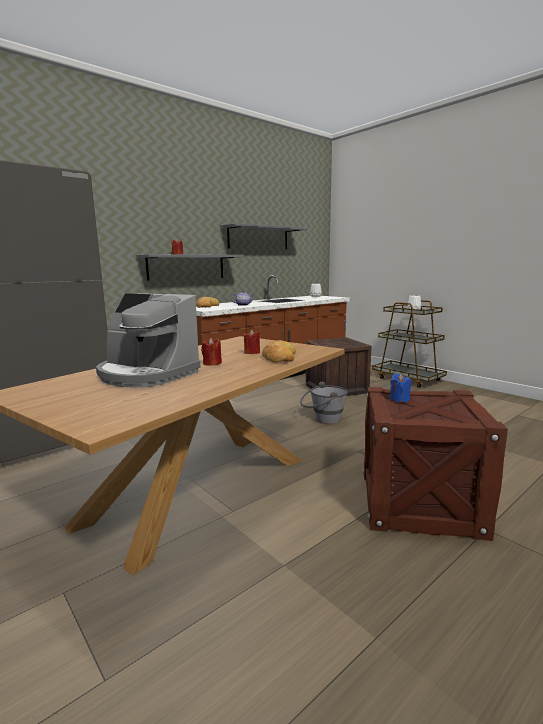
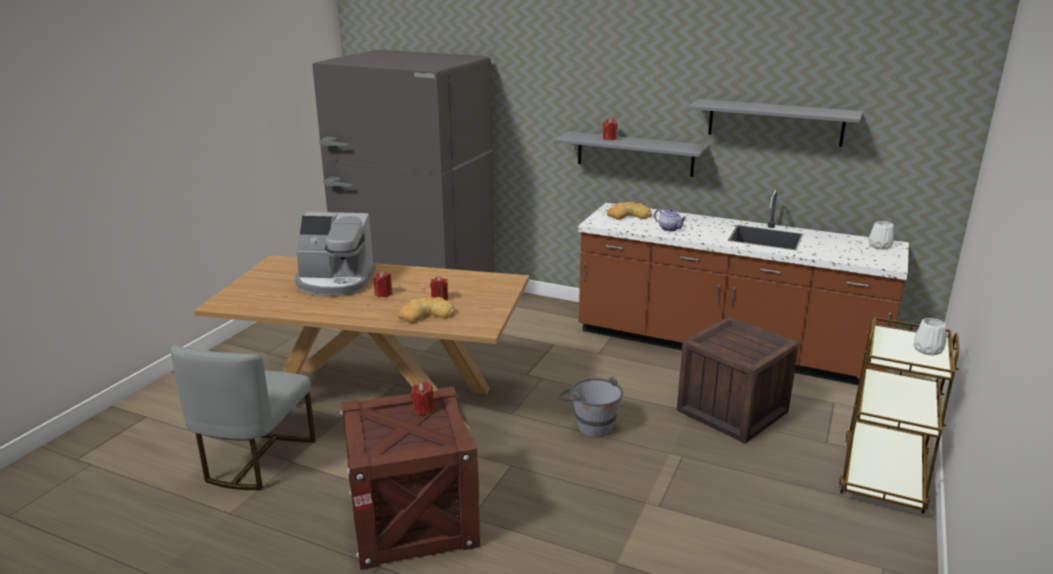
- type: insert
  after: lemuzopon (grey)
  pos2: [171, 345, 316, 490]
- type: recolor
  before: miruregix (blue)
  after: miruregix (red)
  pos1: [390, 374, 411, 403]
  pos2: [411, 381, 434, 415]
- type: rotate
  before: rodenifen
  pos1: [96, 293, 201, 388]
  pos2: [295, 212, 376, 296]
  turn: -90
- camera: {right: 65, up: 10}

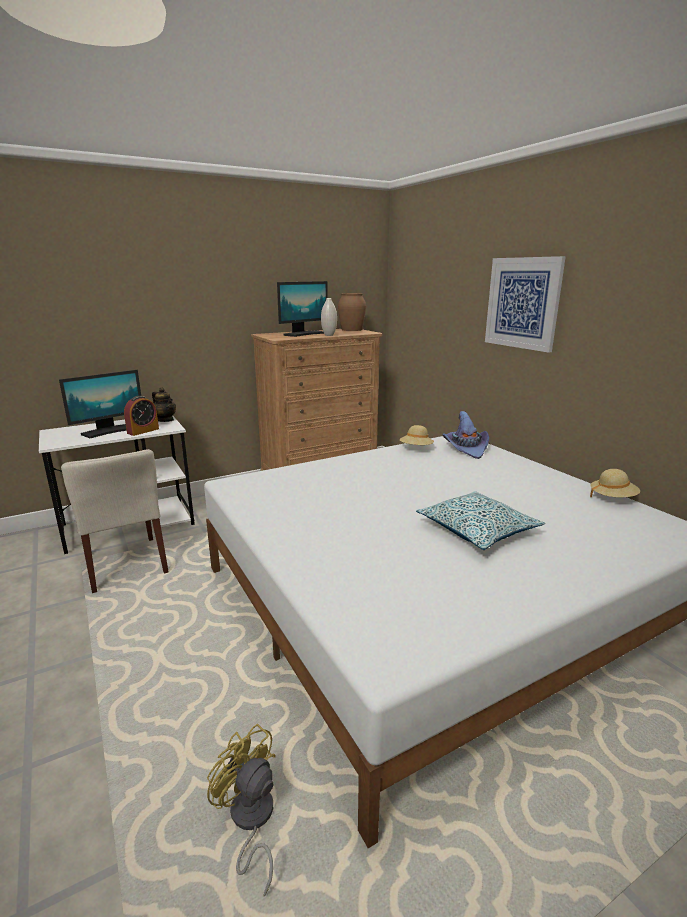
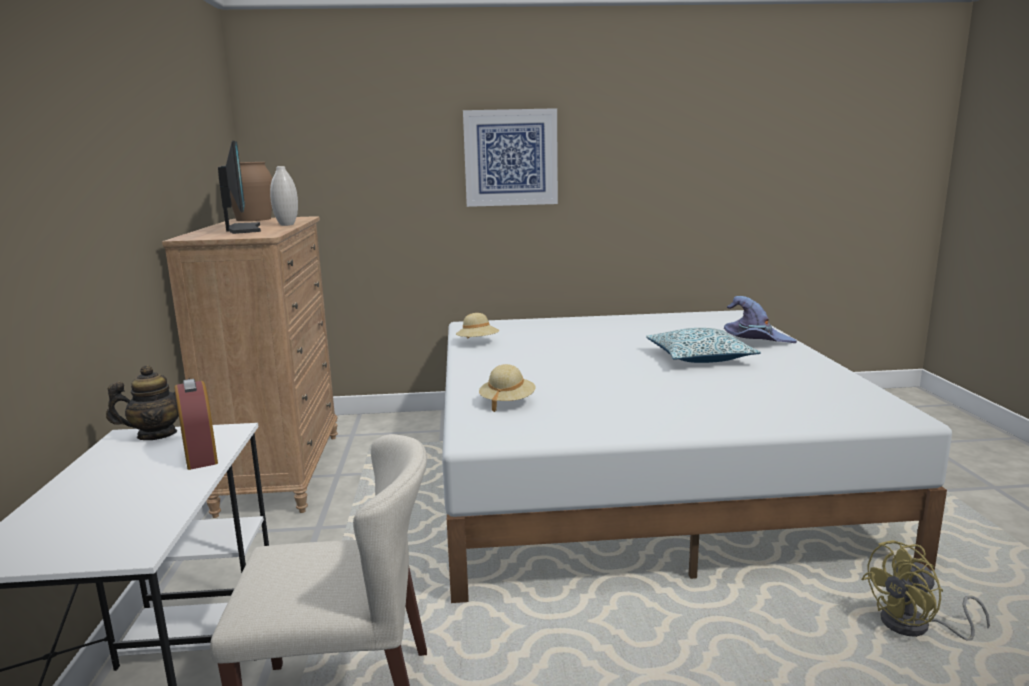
- type: delete
  before: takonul
  pos1: [59, 370, 141, 438]
- type: move
  before: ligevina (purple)
  pos1: [442, 411, 489, 459]
  pos2: [724, 296, 797, 343]
- type: move
  before: ligevina (beige)
  pos1: [590, 469, 640, 497]
  pos2: [479, 364, 536, 412]
- camera: {right: -65, up: -5}

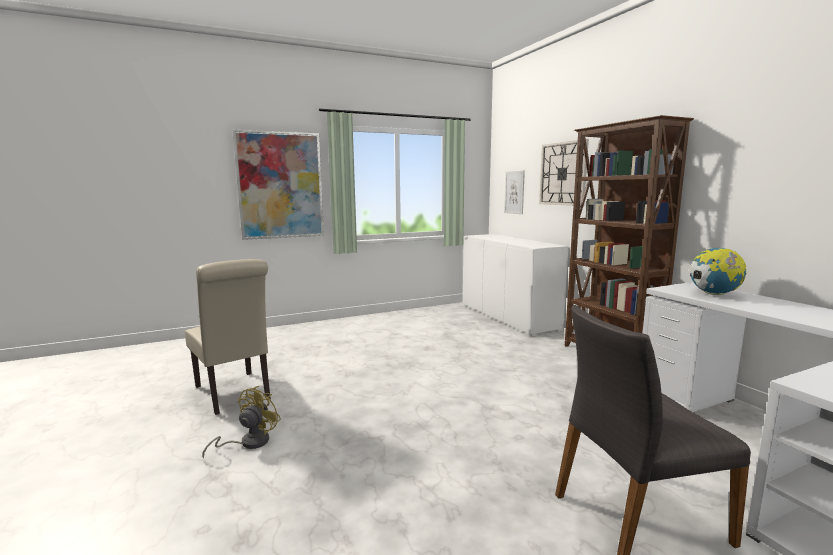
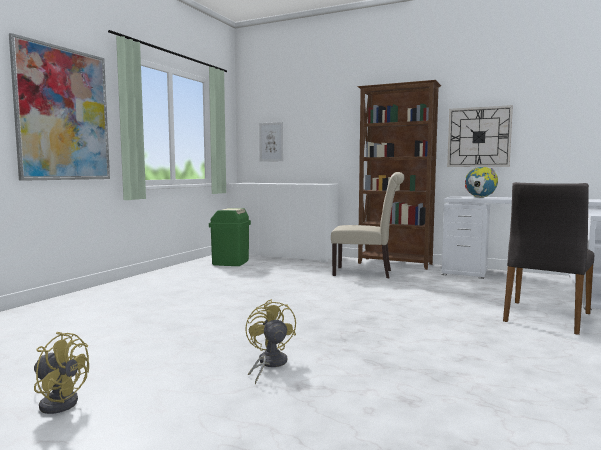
- type: insert
  after: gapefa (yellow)
  pos2: [34, 332, 89, 414]
- type: insert
  after: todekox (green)
  pos2: [209, 208, 251, 266]
- type: move
  before: lemuzopon (beige)
  pos1: [185, 259, 271, 415]
  pos2: [331, 172, 405, 278]
- type: move
  before: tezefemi
  pos1: [539, 139, 589, 206]
  pos2: [447, 105, 513, 167]
- camera: {right: -40, up: -5}

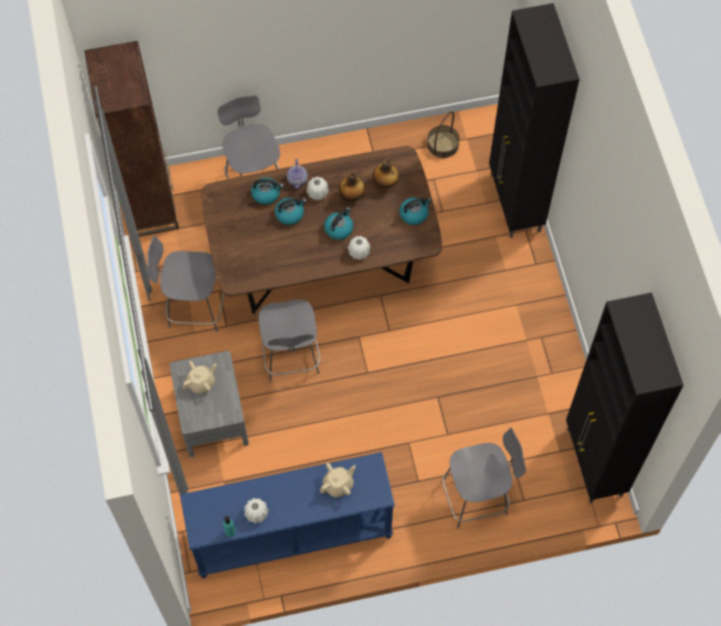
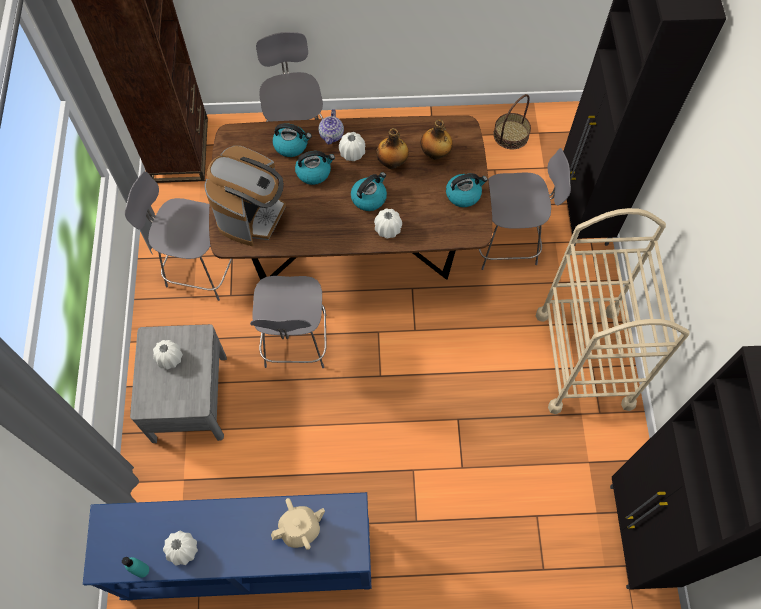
- type: insert
  after: rodenifen
  pos2: [204, 146, 286, 246]
- type: insert
  after: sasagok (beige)
  pos2: [536, 208, 690, 414]
- type: move
  before: lemuzopon (grey)
  pos1: [442, 428, 526, 528]
  pos2: [479, 148, 571, 270]
- type: replace
  before: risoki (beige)
  after: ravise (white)
  pos1: [183, 361, 217, 394]
  pos2: [153, 340, 183, 370]
- camera: {right: 10, up: 0}

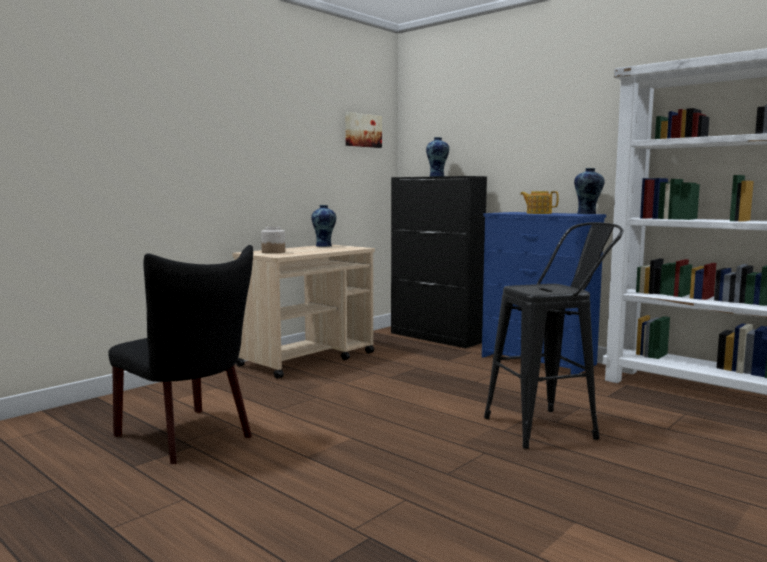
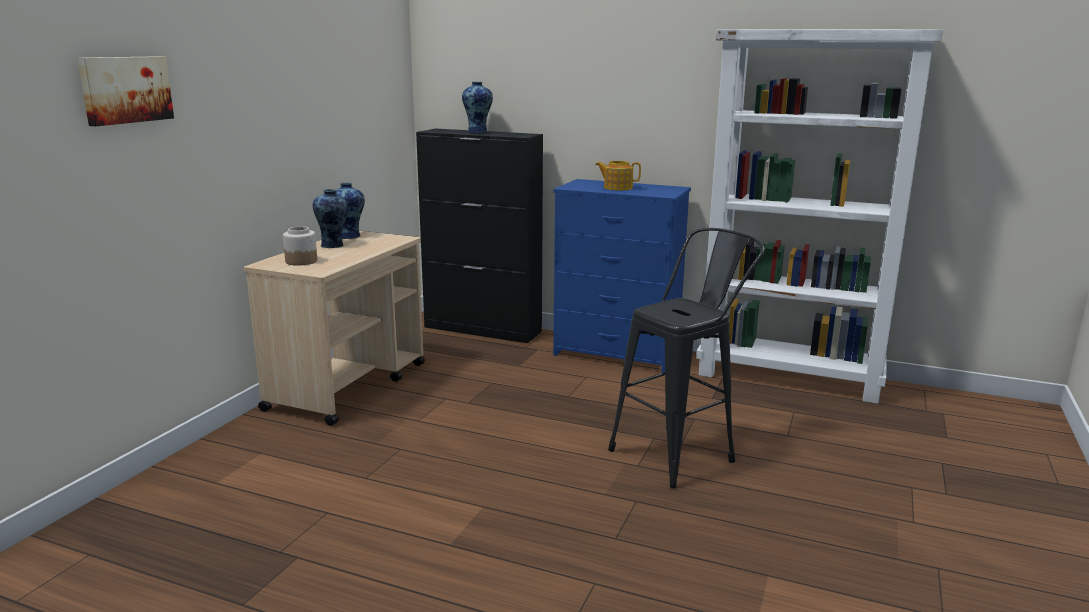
- type: delete
  before: lemuzopon (black)
  pos1: [108, 245, 253, 464]
- type: move
  before: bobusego
  pos1: [345, 112, 382, 148]
  pos2: [77, 56, 174, 126]
- type: move
  before: ravise
  pos1: [574, 168, 605, 214]
  pos2: [313, 189, 348, 248]
- camera: {right: -20, up: 10}

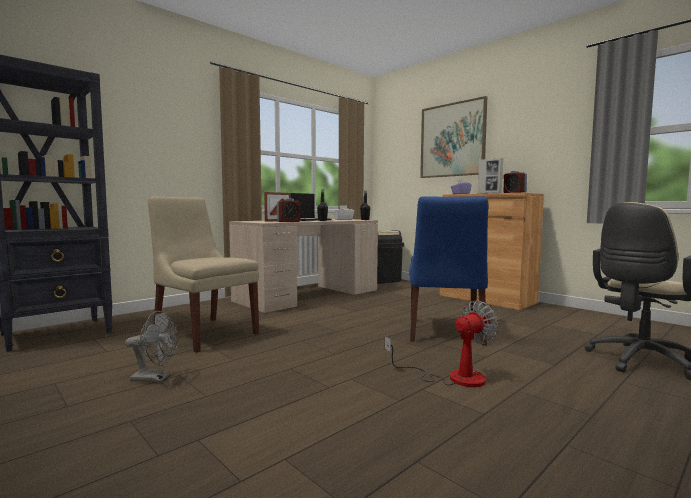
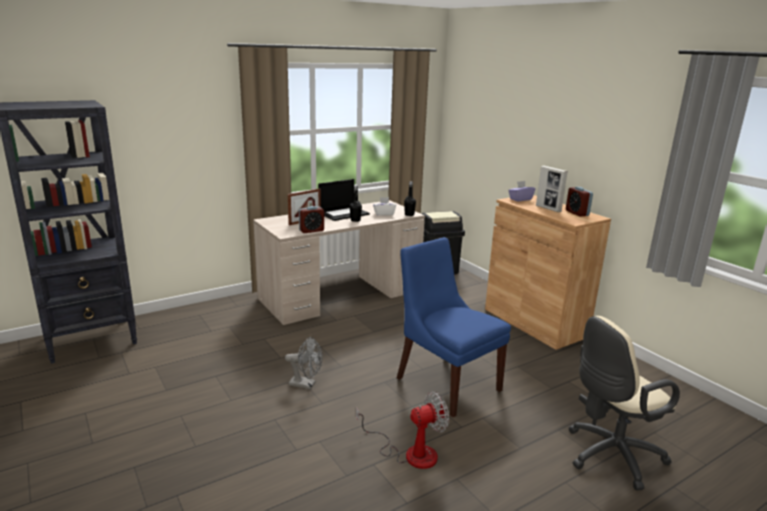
- type: delete
  before: lemuzopon (beige)
  pos1: [148, 196, 259, 353]
- type: delete
  before: bobusego
  pos1: [420, 96, 487, 178]
- type: move
  before: gapefa (grey)
  pos1: [125, 311, 178, 382]
  pos2: [285, 337, 322, 389]
- type: rotate
  before: lemuzopon (blue)
  pos1: [409, 196, 488, 346]
  pos2: [397, 237, 511, 417]
  turn: 120
- camera: {right: 10, up: 15}

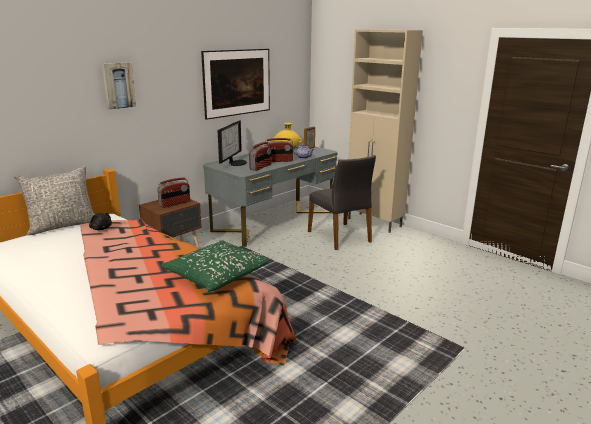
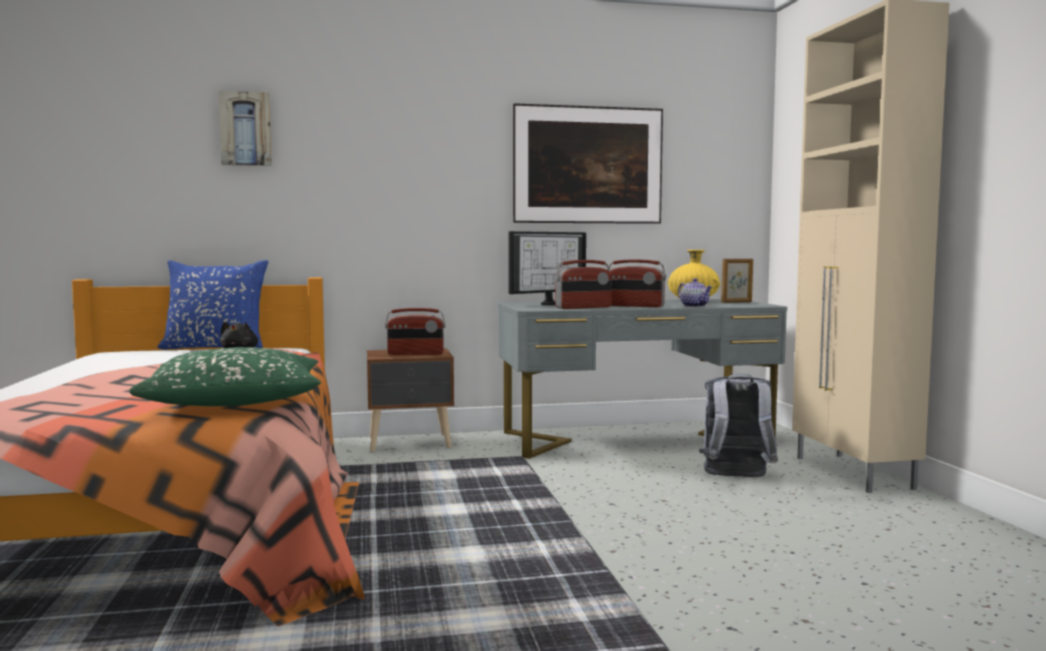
- type: move
  before: bobusego
  pos1: [102, 62, 136, 110]
  pos2: [218, 91, 272, 166]
- type: replace
  before: lemuzopon (grey)
  after: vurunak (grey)
  pos1: [308, 155, 376, 250]
  pos2: [699, 374, 778, 477]
- type: recolor
  before: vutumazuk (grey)
  after: vutumazuk (blue)
  pos1: [14, 166, 95, 235]
  pos2: [157, 260, 268, 350]
- camera: {right: 35, up: -15}

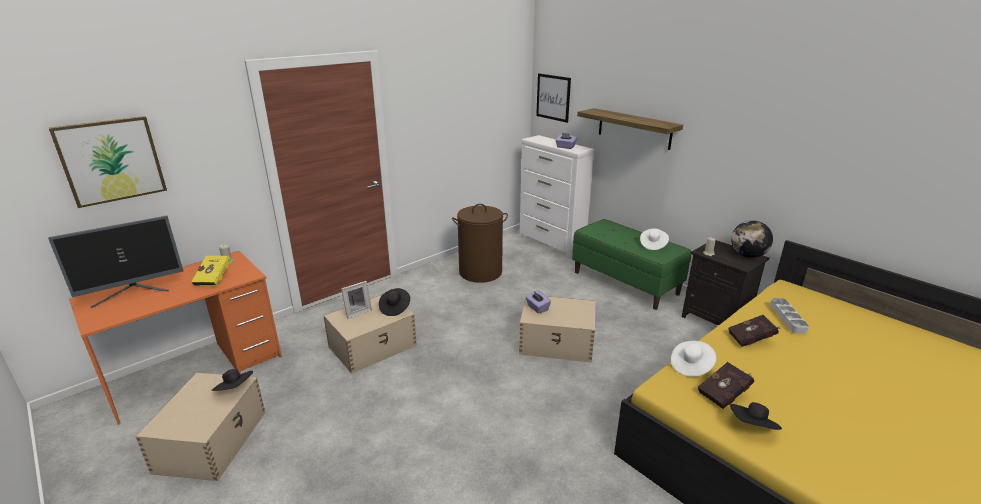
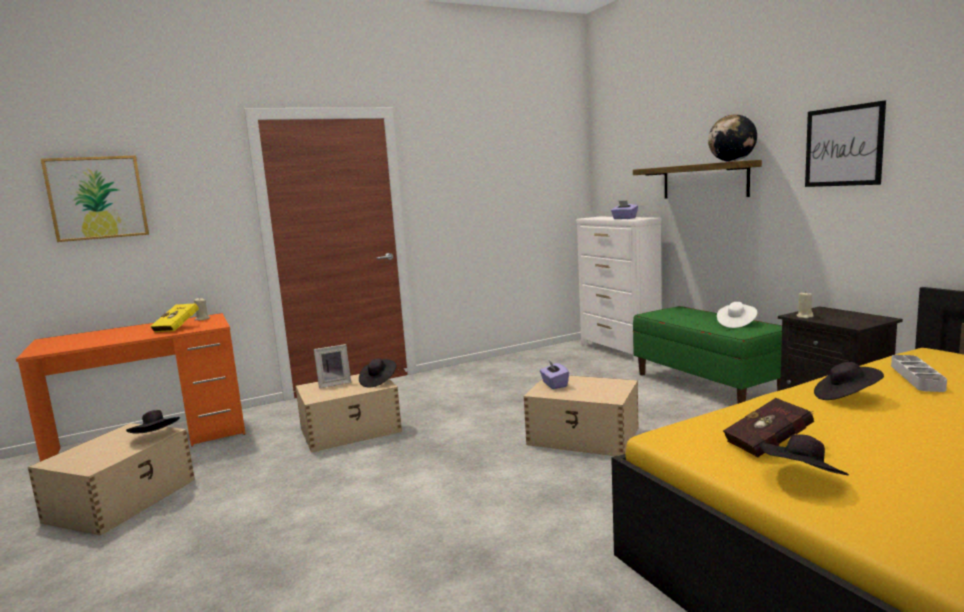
- type: delete
  before: takonul
  pos1: [48, 216, 183, 308]
- type: delete
  before: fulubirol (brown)
  pos1: [452, 204, 508, 283]
- type: delete
  before: ligevina (white)
  pos1: [671, 341, 716, 377]
- type: move
  before: bobusego
  pos1: [536, 73, 571, 123]
  pos2: [805, 100, 886, 187]
- type: move
  before: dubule
  pos1: [731, 220, 773, 258]
  pos2: [708, 114, 757, 162]
- type: replace
  before: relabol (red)
  after: ligevina (black)
  pos1: [728, 315, 780, 347]
  pos2: [814, 362, 884, 400]
- camera: {right: 15, up: -15}

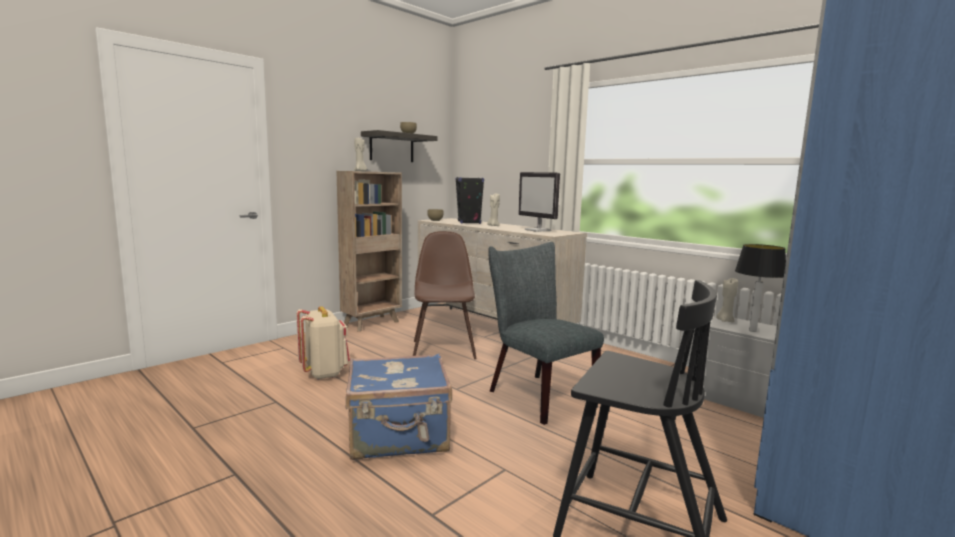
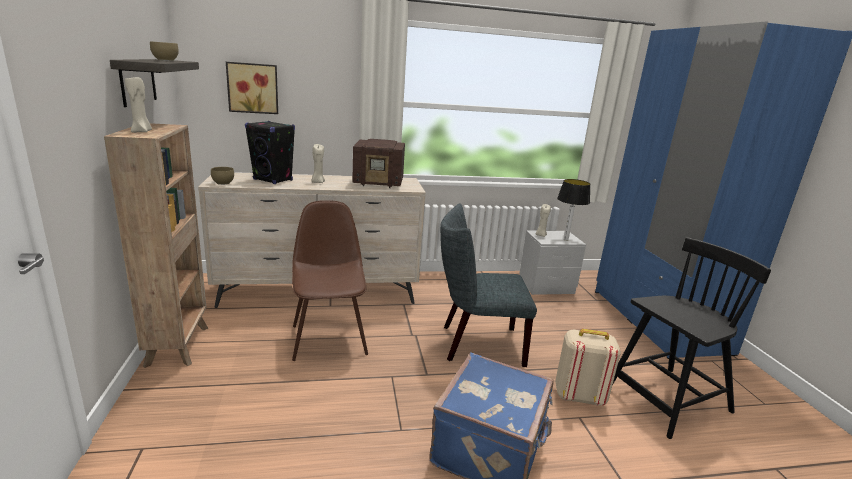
- type: insert
  after: bobusego
  pos2: [226, 62, 278, 114]
- type: move
  before: vurunak (beige)
  pos1: [296, 306, 350, 380]
  pos2: [555, 329, 621, 406]
- type: replace
  before: takonul
  after: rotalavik
  pos1: [518, 172, 560, 232]
  pos2: [352, 139, 405, 188]
- type: rotate
  before: lemuzopon (brown)
  pos1: [413, 231, 477, 359]
  pos2: [292, 200, 368, 361]
  turn: 45
- camera: {right: -55, up: 10}

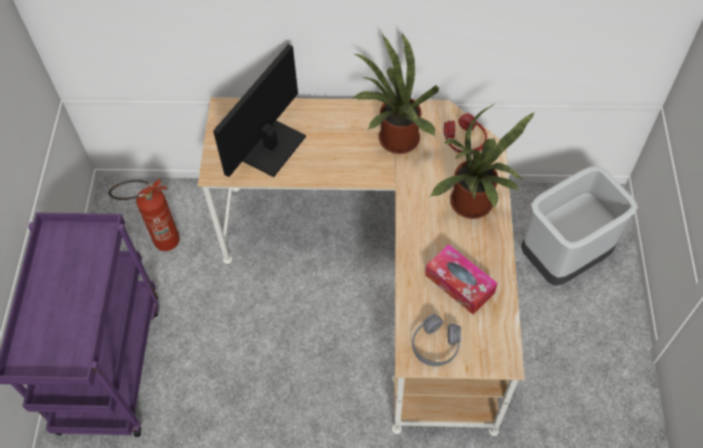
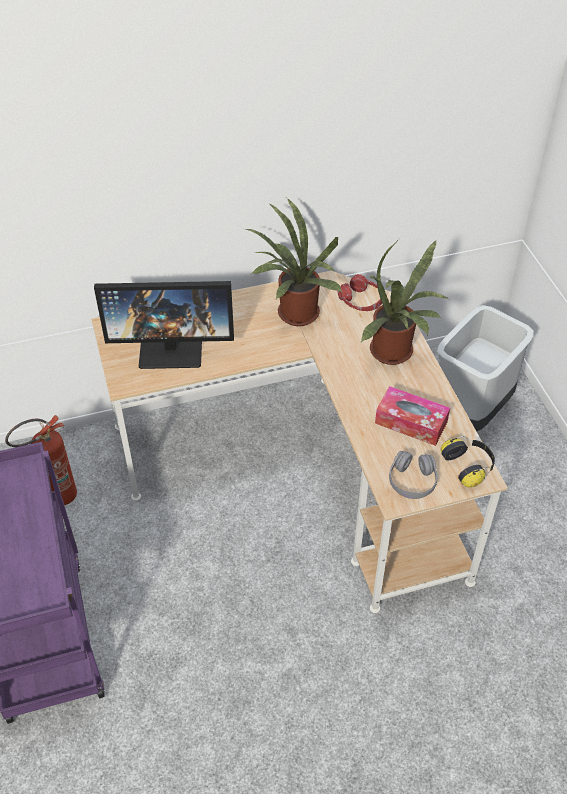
- type: insert
  after: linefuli
  pos2: [441, 436, 495, 488]
- type: rotate
  before: takonul
  pos1: [213, 44, 306, 177]
  pos2: [94, 281, 234, 369]
  turn: -105
- camera: {right: -20, up: -10}

